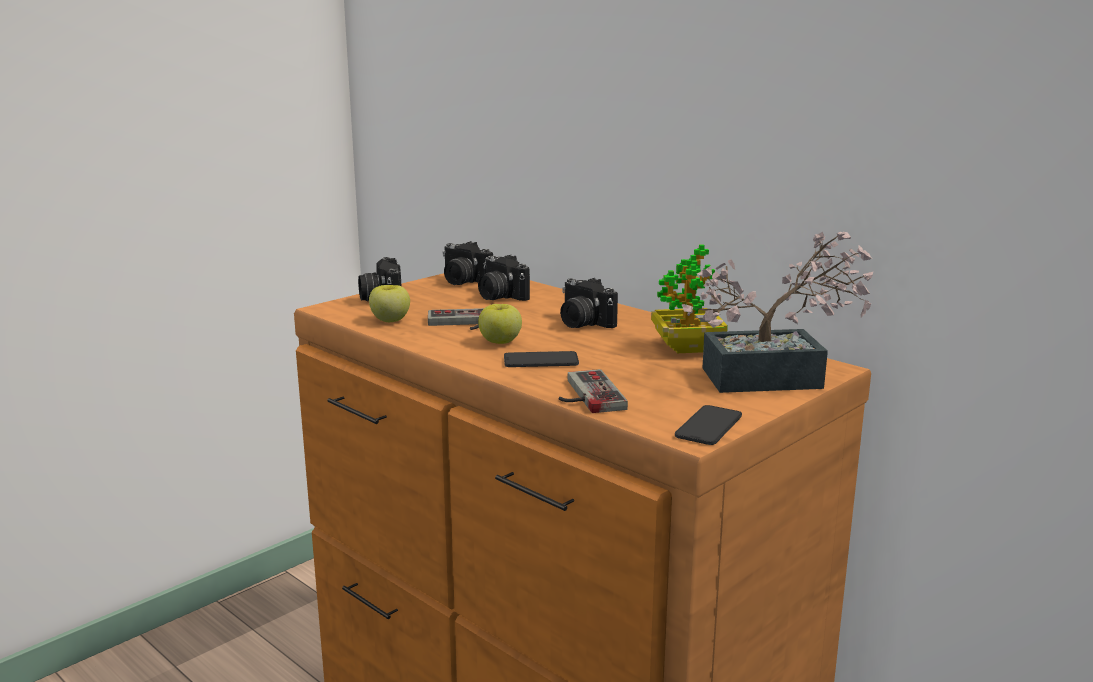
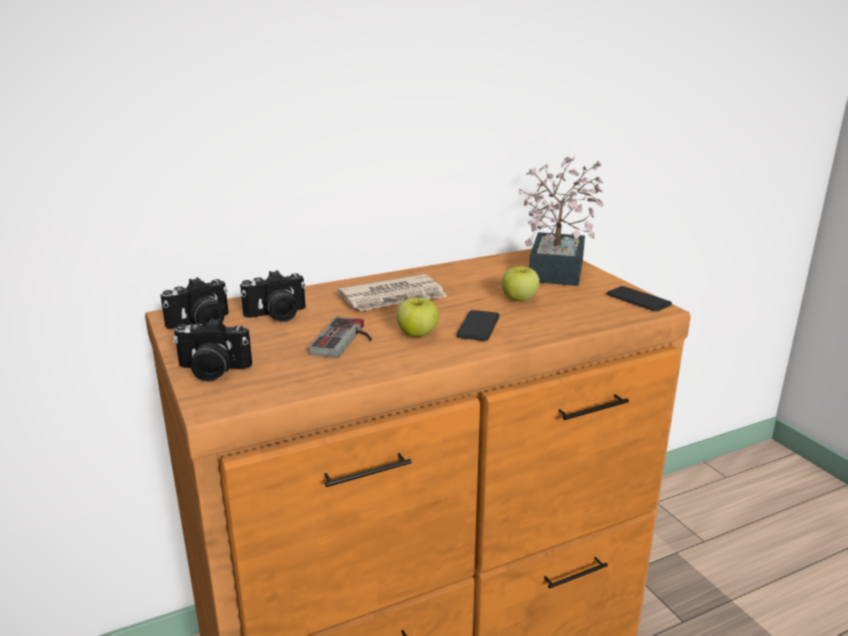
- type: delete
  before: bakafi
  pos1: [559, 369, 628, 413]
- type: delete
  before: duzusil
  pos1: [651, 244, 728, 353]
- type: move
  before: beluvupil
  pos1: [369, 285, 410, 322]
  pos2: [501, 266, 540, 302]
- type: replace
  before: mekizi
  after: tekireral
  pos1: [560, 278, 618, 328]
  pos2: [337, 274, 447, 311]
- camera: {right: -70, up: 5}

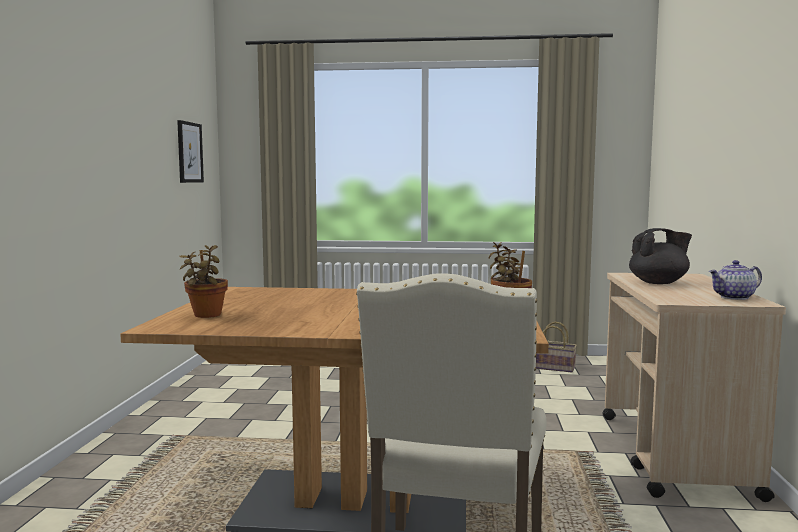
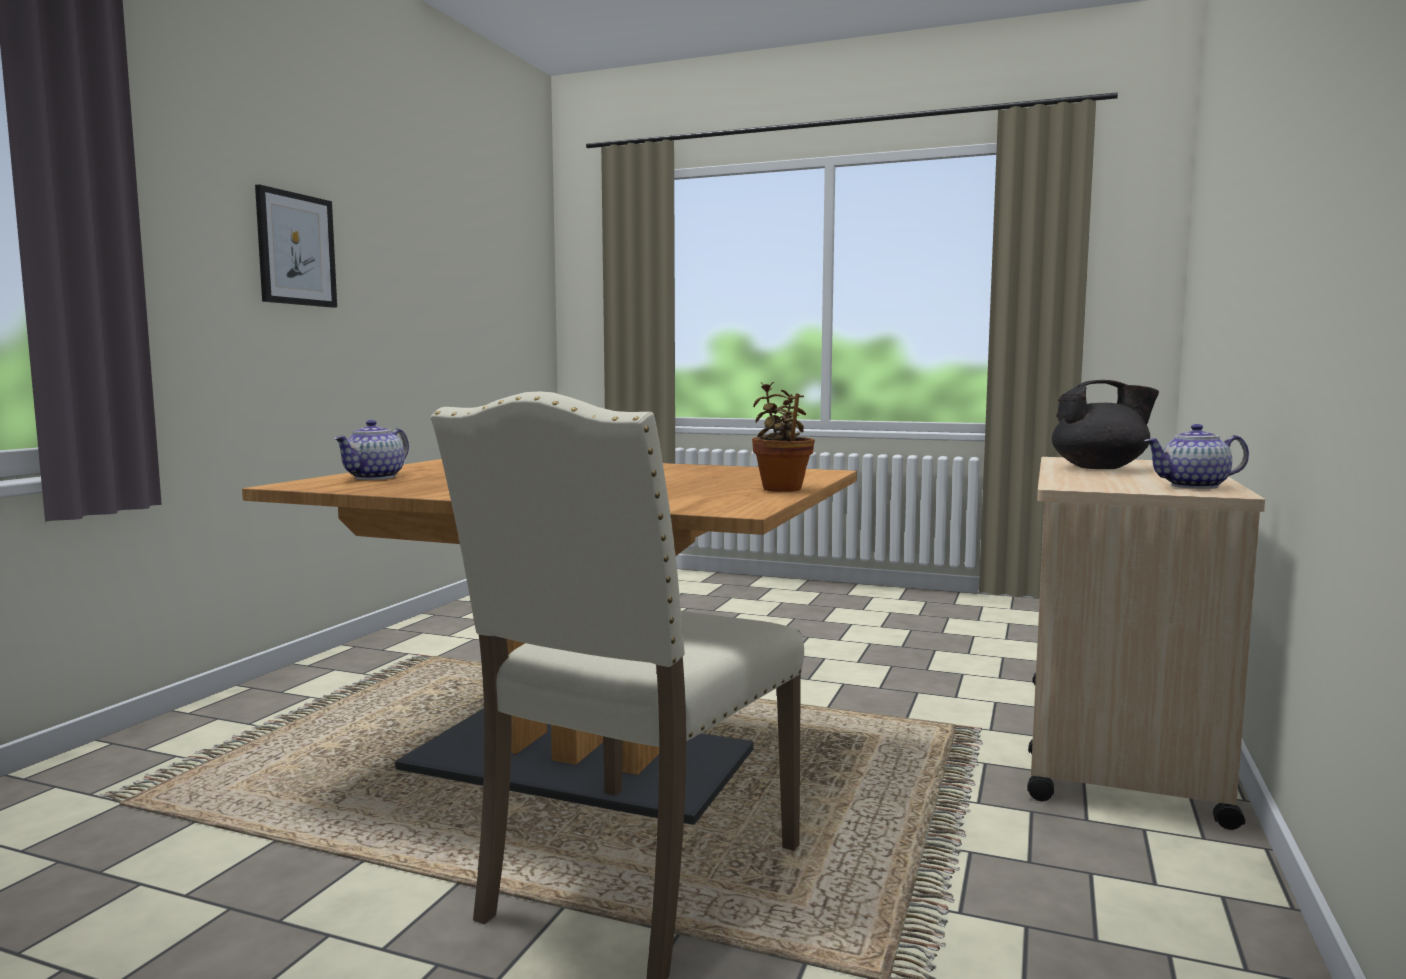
- type: delete
  before: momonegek
  pos1: [536, 322, 577, 372]
- type: move
  before: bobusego
  pos1: [177, 120, 204, 183]
  pos2: [255, 184, 337, 308]
- type: replace
  before: duzusil
  after: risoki
  pos1: [179, 245, 228, 318]
  pos2: [334, 420, 409, 480]
- camera: {right: 15, up: 0}

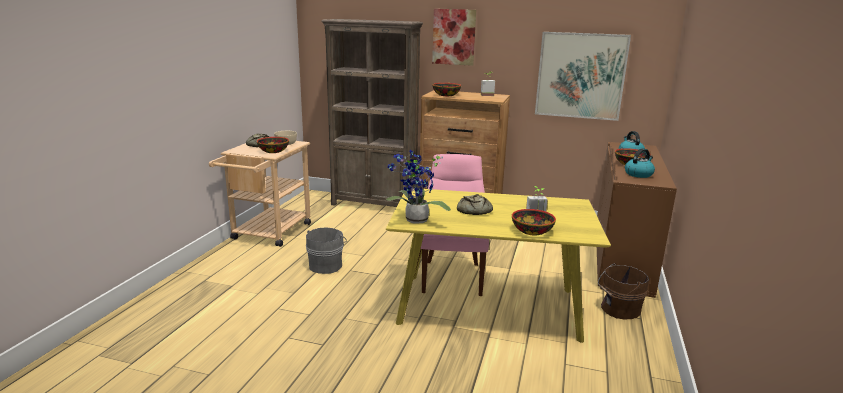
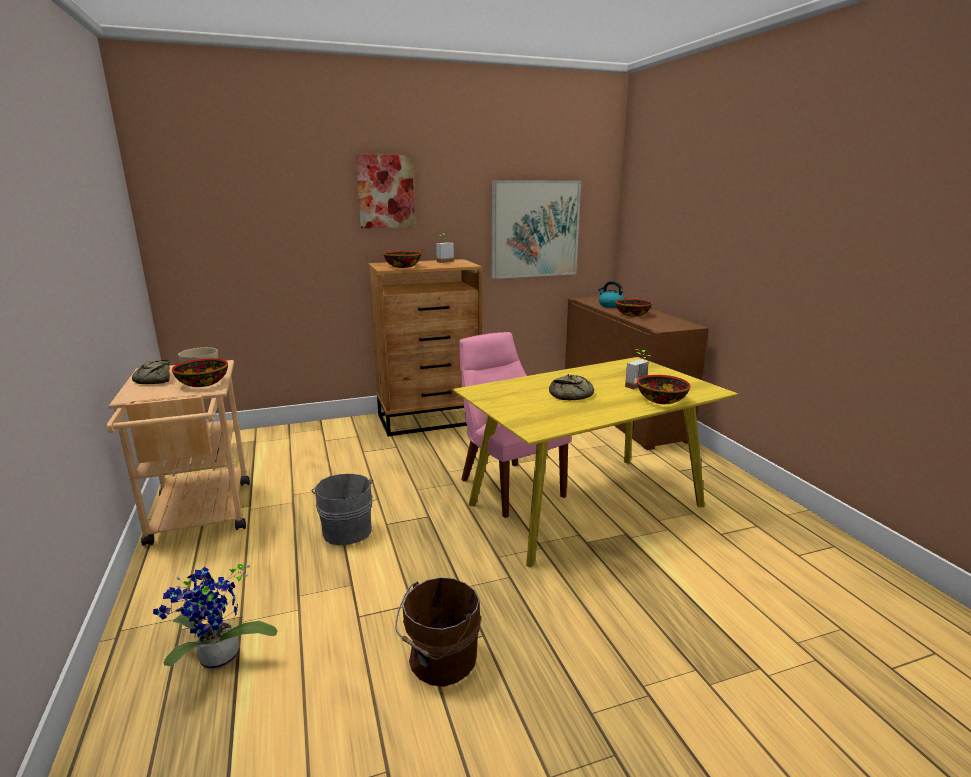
- type: delete
  before: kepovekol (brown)
  pos1: [321, 19, 423, 207]
- type: delete
  before: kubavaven
  pos1: [625, 148, 655, 178]
- type: move
  before: duzusil
  pos1: [386, 150, 451, 224]
  pos2: [153, 564, 278, 670]
- type: move
  before: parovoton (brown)
  pos1: [598, 263, 649, 319]
  pos2: [395, 577, 481, 687]
- camera: {right: -35, up: 0}

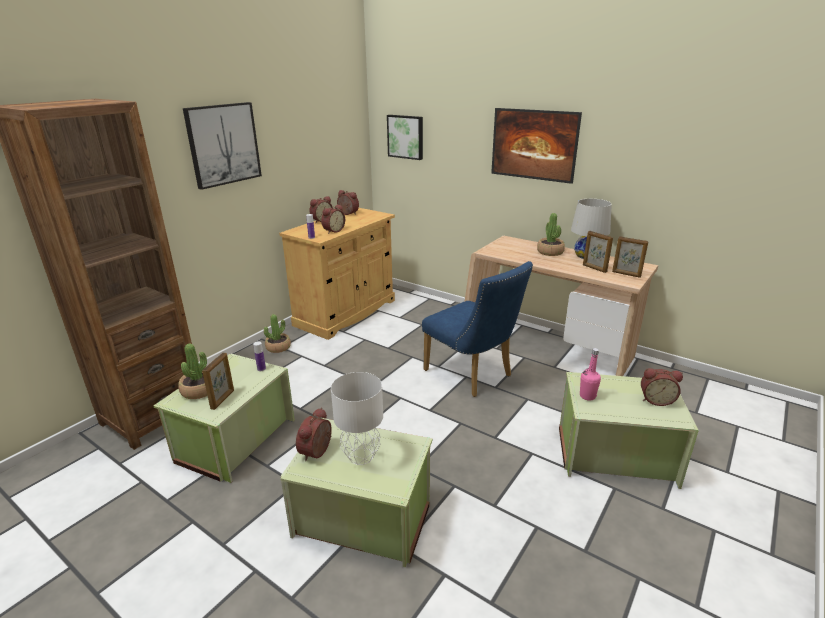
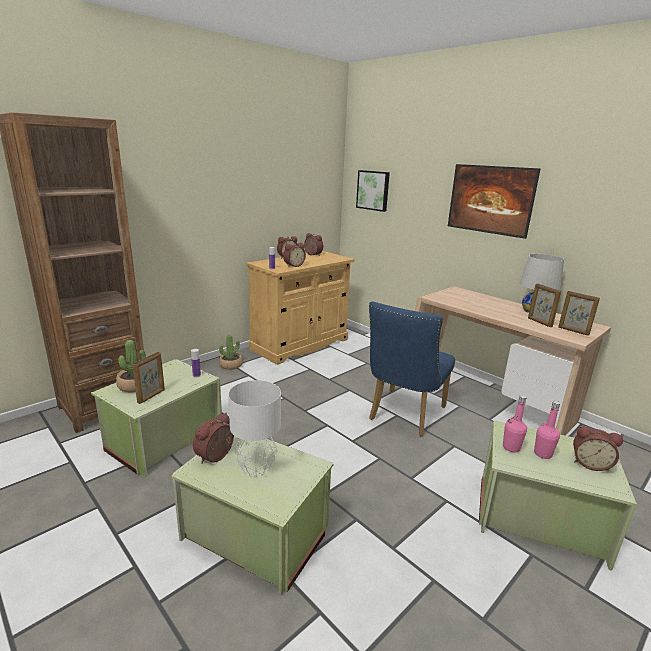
- type: delete
  before: bobusego
  pos1: [183, 102, 262, 190]
- type: delete
  before: duzusil
  pos1: [537, 213, 565, 256]
- type: insert
  after: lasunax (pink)
  pos2: [534, 401, 560, 459]
- type: rotate
  before: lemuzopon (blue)
  pos1: [422, 261, 533, 397]
  pos2: [369, 302, 455, 436]
  turn: 60
- camera: {right: 10, up: -5}

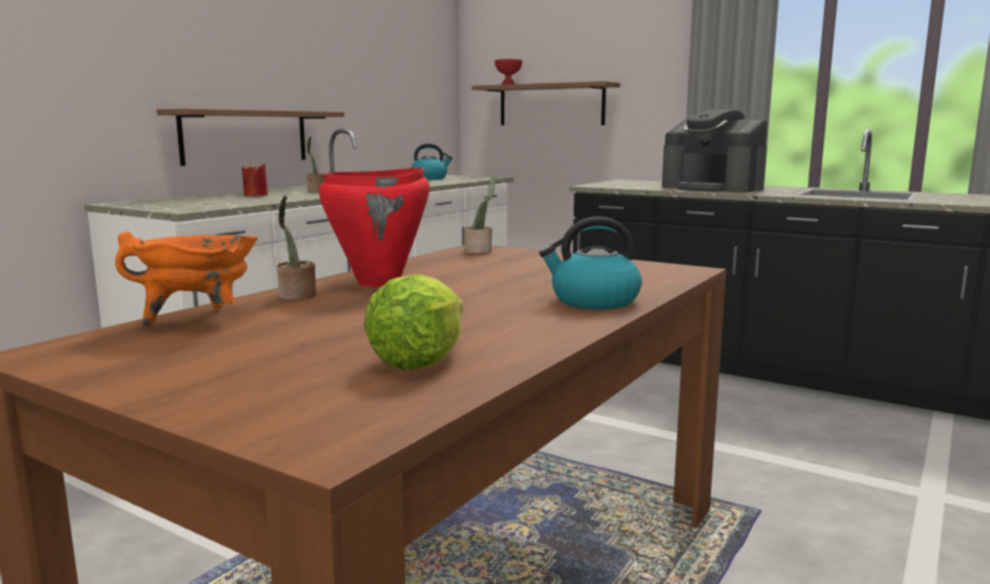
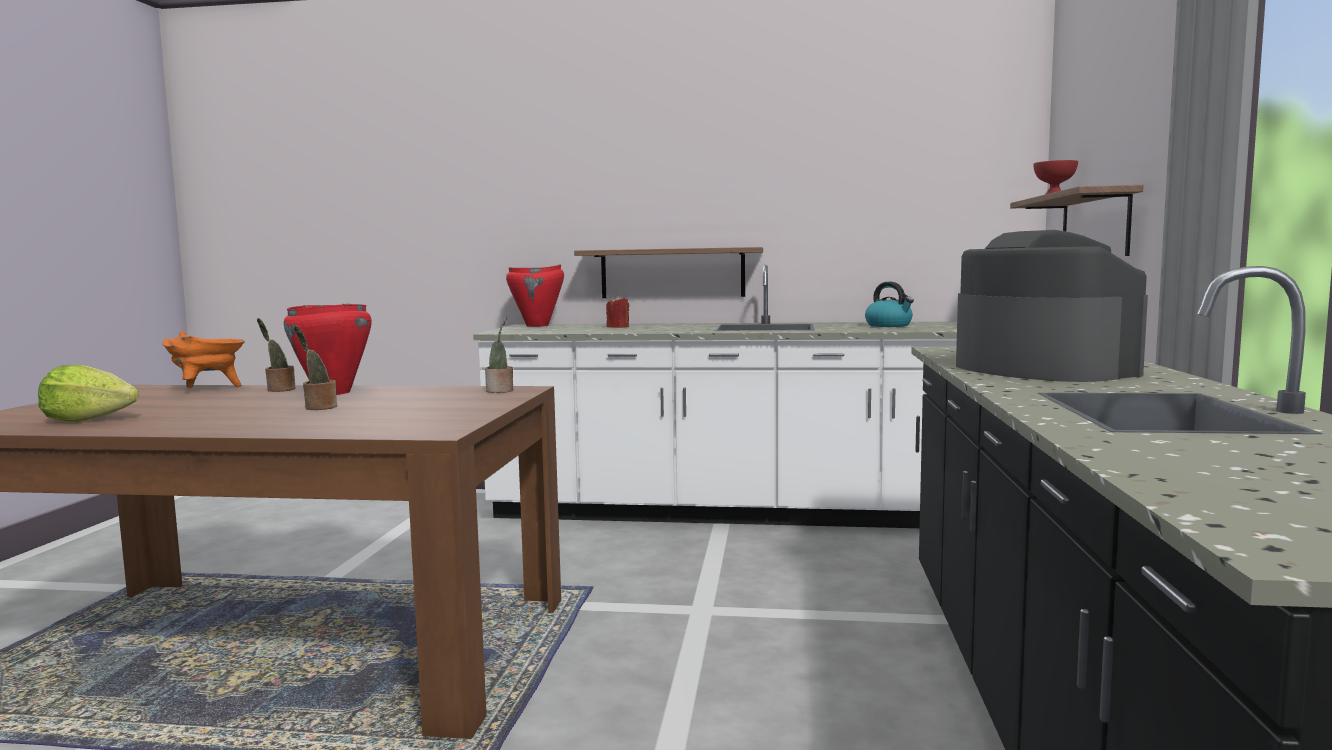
- type: delete
  before: kubavaven
  pos1: [539, 217, 642, 309]
- type: insert
  after: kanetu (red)
  pos2: [506, 265, 564, 327]
- type: move
  before: duzusil
  pos1: [306, 137, 324, 192]
  pos2: [294, 325, 337, 410]
- type: rotate
  before: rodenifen
  pos1: [662, 109, 767, 193]
  pos2: [956, 230, 1148, 382]
  turn: 135
- camera: {right: 65, up: -5}

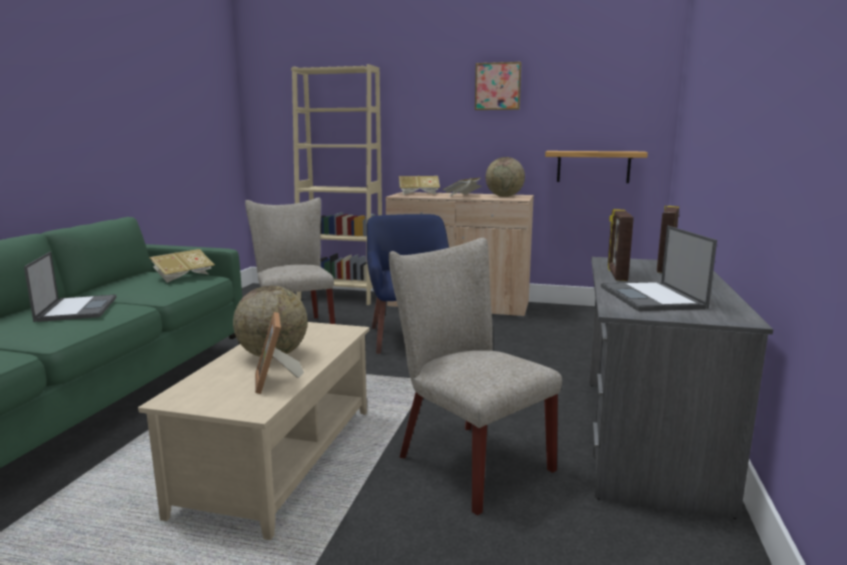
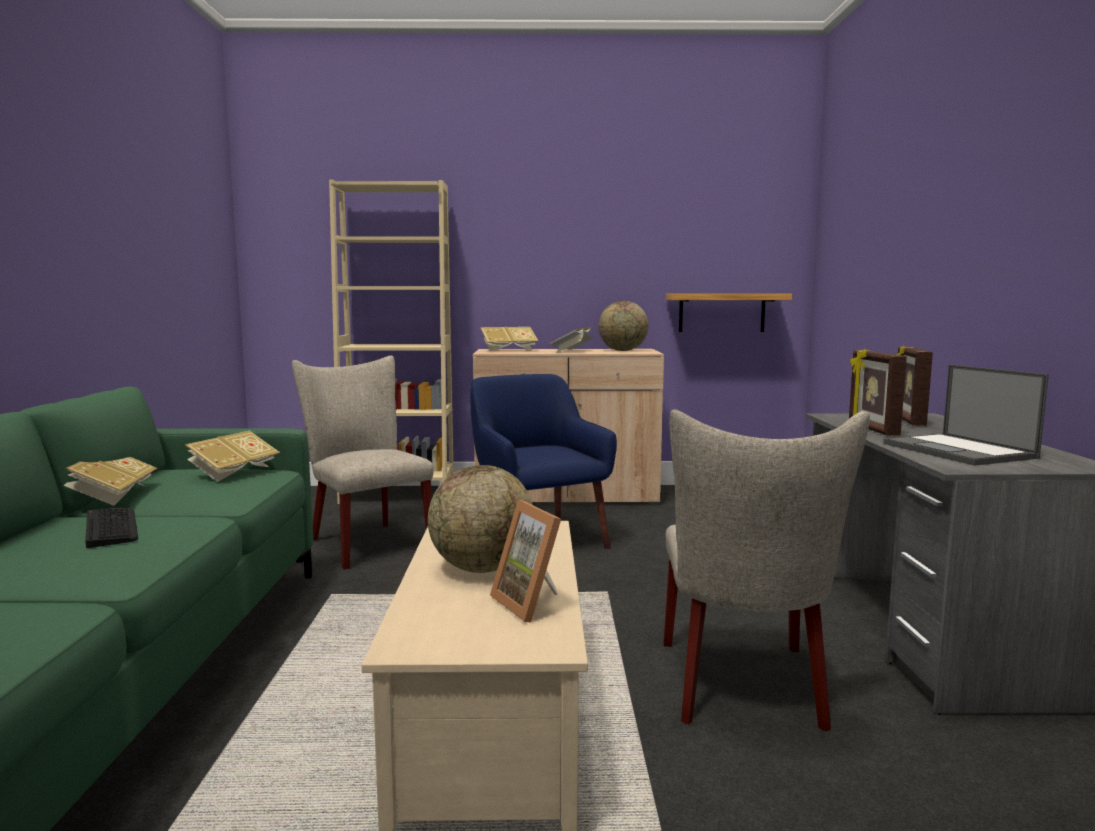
- type: delete
  before: bobusego
  pos1: [475, 62, 522, 110]
- type: insert
  after: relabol
  pos2: [63, 457, 157, 506]
- type: replace
  before: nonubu
  after: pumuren
  pos1: [24, 252, 117, 322]
  pos2: [85, 508, 138, 548]
- type: rotate
  before: lemuzopon (beige)
  pos1: [389, 238, 562, 516]
  pos2: [663, 409, 870, 732]
  turn: -120
- camera: {right: -15, up: -5}

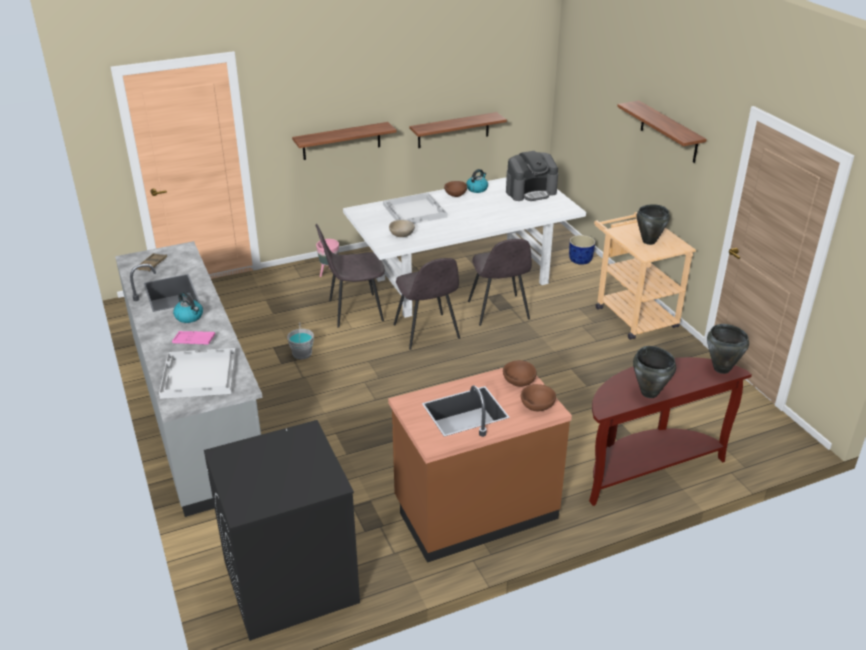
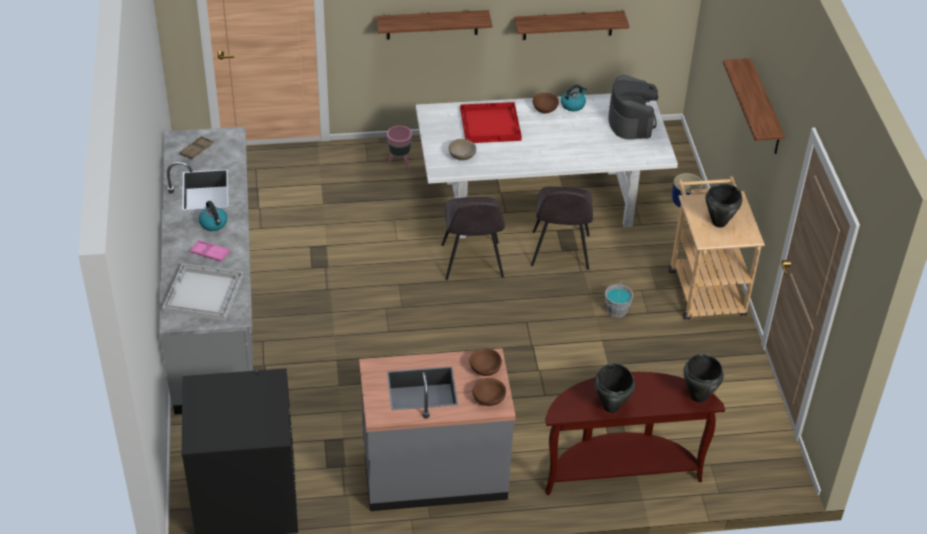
- type: delete
  before: lemuzopon (grey)
  pos1: [315, 224, 385, 327]
- type: move
  before: parovoton (grey)
  pos1: [287, 323, 314, 359]
  pos2: [605, 279, 634, 318]
- type: recolor
  before: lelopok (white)
  after: lelopok (red)
  pos1: [383, 193, 448, 224]
  pos2: [460, 102, 522, 143]
- type: recolor
  before: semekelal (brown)
  after: semekelal (grey)
  pos1: [388, 368, 572, 563]
  pos2: [359, 348, 516, 511]
- type: rotate
  before: rodenifen
  pos1: [506, 151, 558, 201]
  pos2: [609, 75, 658, 139]
  turn: -90
- camera: {right: 15, up: 10}

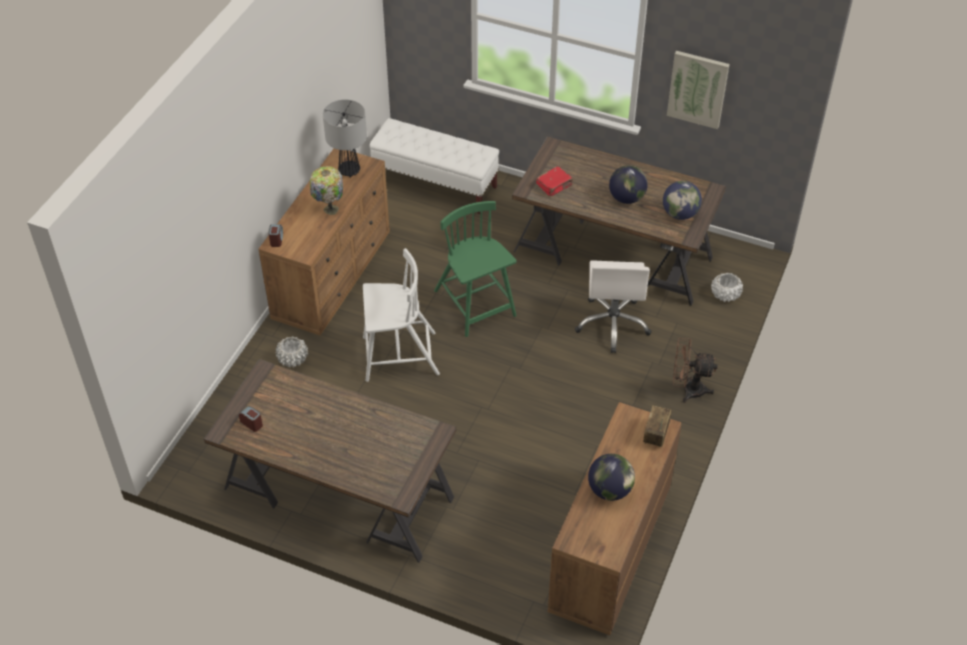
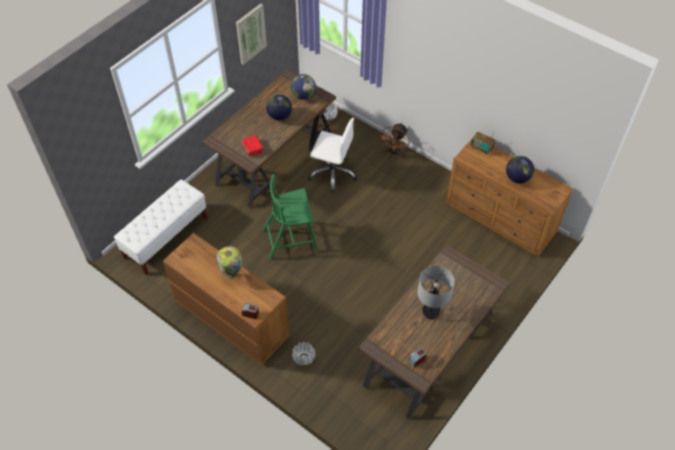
- type: delete
  before: lemuzopon (white)
  pos1: [363, 248, 440, 382]
- type: move
  before: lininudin
  pos1: [323, 99, 367, 177]
  pos2: [418, 266, 455, 319]
- camera: {right: -75, up: 5}

